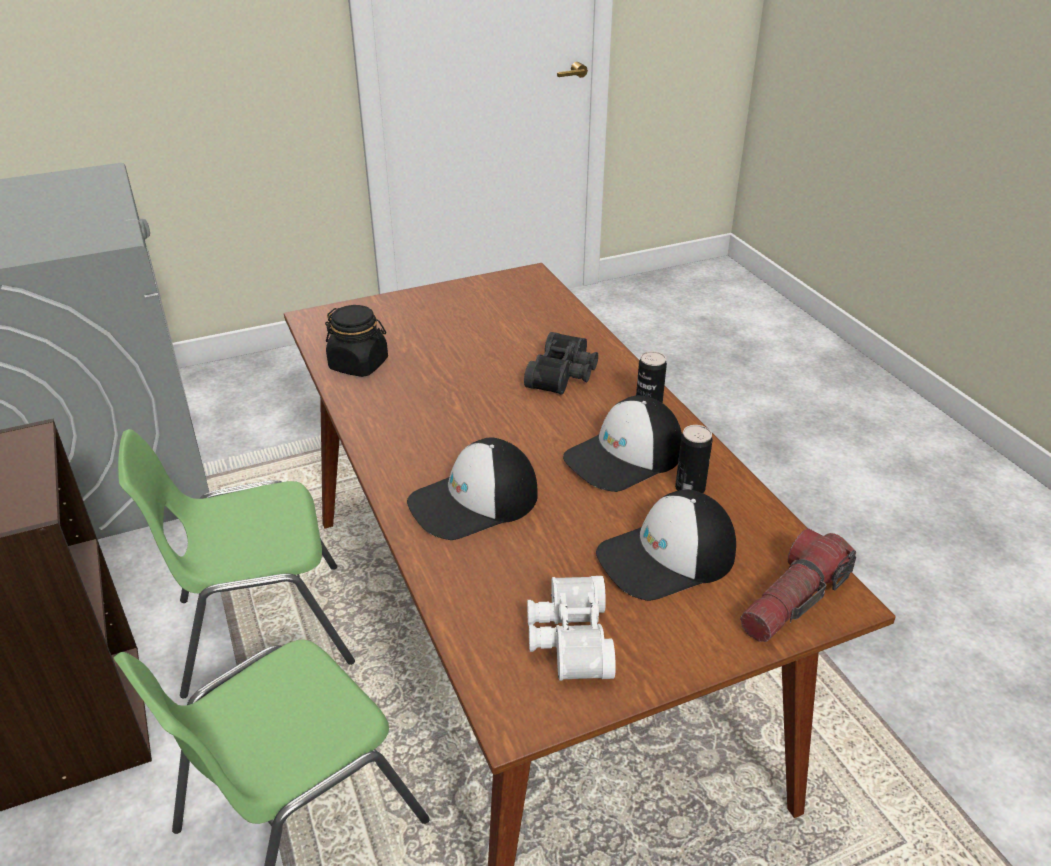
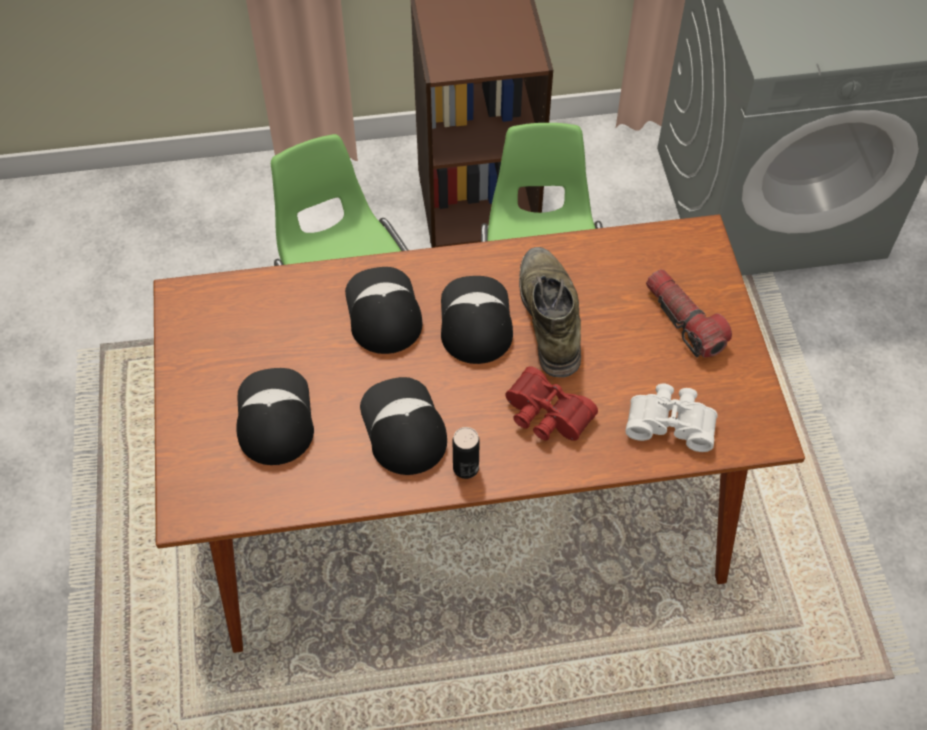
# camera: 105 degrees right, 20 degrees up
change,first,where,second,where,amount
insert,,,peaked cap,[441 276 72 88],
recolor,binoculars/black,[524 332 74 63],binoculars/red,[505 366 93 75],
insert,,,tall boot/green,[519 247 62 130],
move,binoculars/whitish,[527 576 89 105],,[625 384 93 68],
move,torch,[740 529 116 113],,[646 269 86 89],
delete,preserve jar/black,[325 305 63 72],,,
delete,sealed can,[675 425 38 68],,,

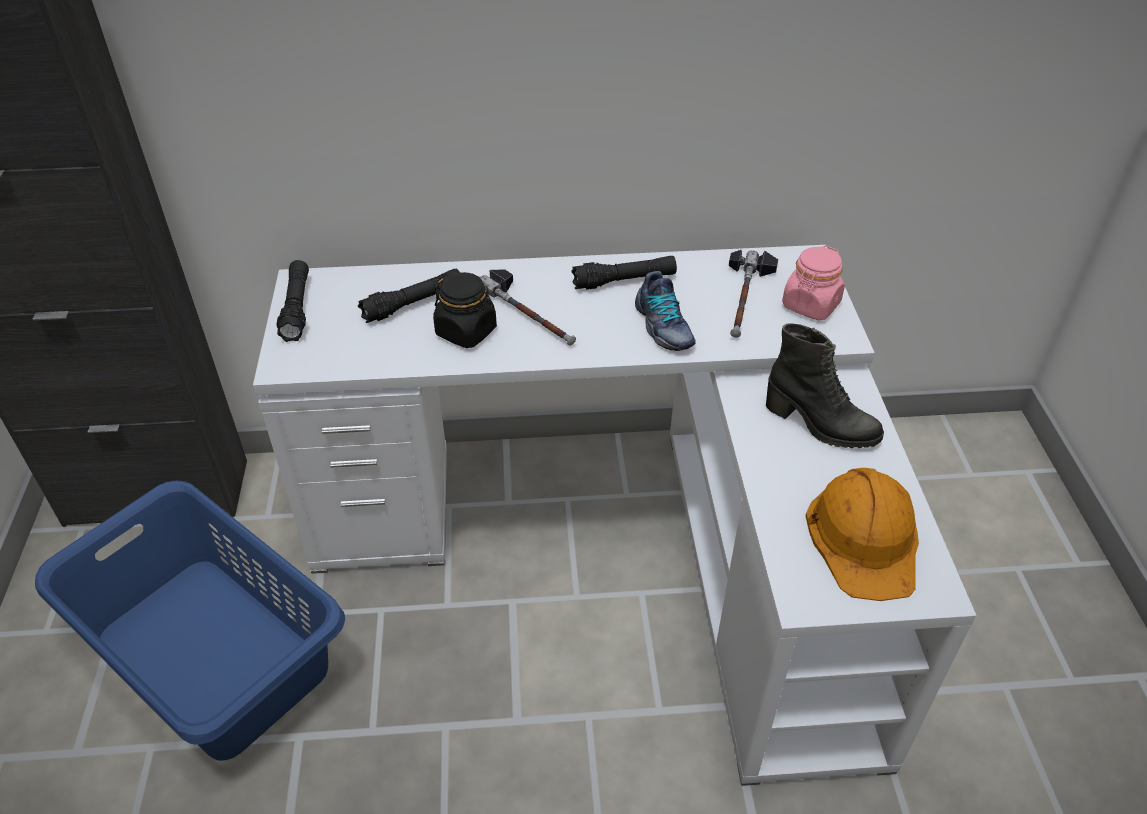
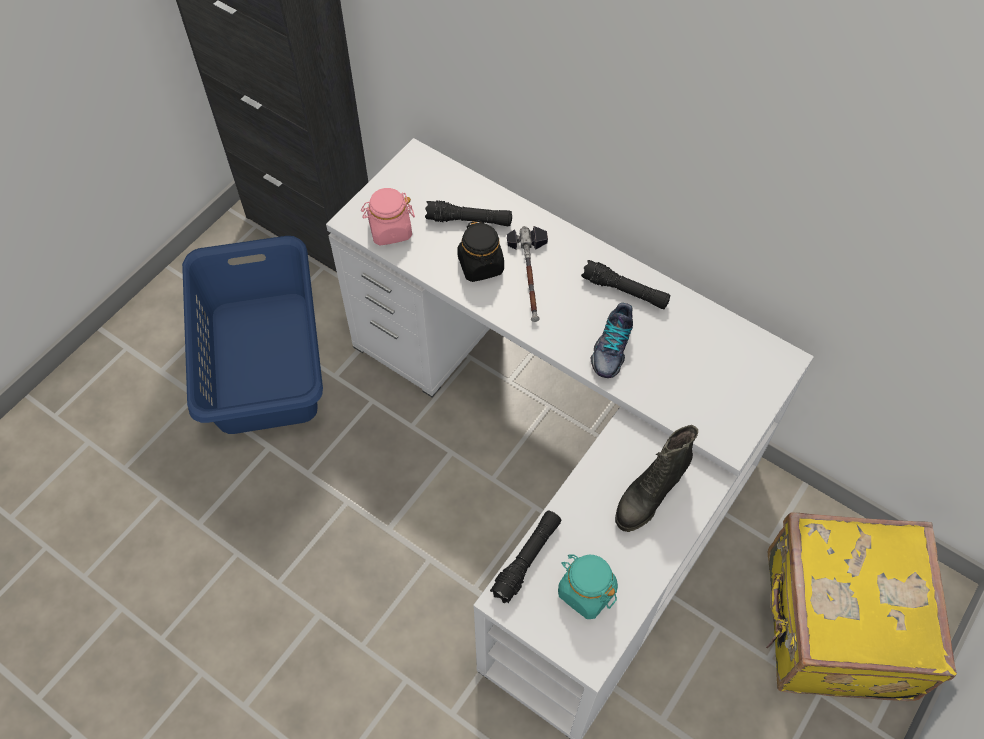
# camera: 40 degrees right, 15 degrees up
change,first,where,second,where,amount
move,preserve jar/pink-coloured,[782 245 63 75],,[361 188 54 58],
move,torch/black,[276 260 33 82],,[490 510 71 93],
replace,work helmet/orange-coloured,[805 468 114 133],preserve jar/blue-green,[558 554 60 65],
rotate,tall boot/black,[766 323 118 125],,[615 425 83 107],60 degrees clockwise
insert,,,travel case/yellow,[766 513 191 188],
delete,tool hammer,[729 250 49 88],,,

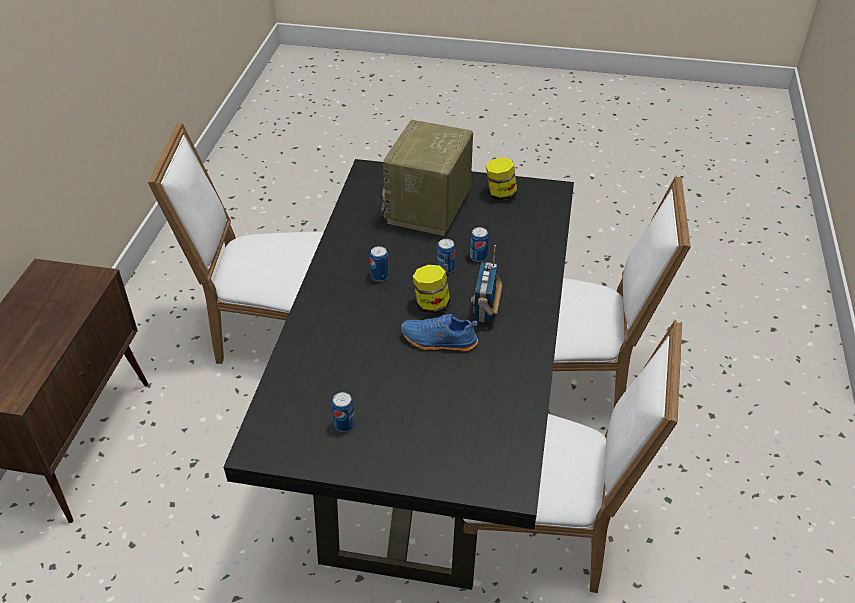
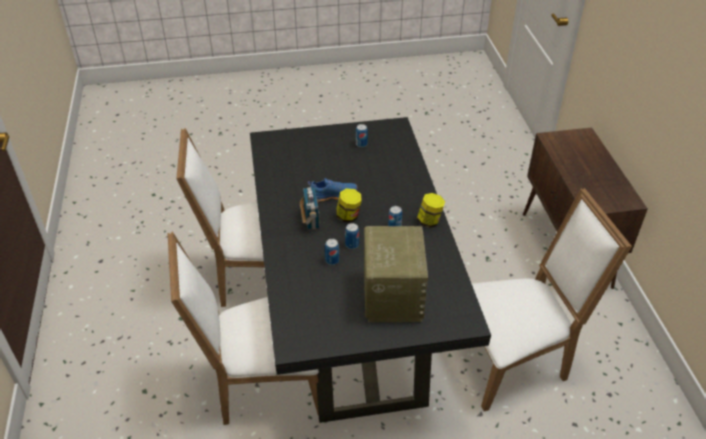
# camera: 160 degrees right, 0 degrees up
change,first,where,second,where,amount
move,preserve jar,[486 157 31 44],,[417 193 28 35],

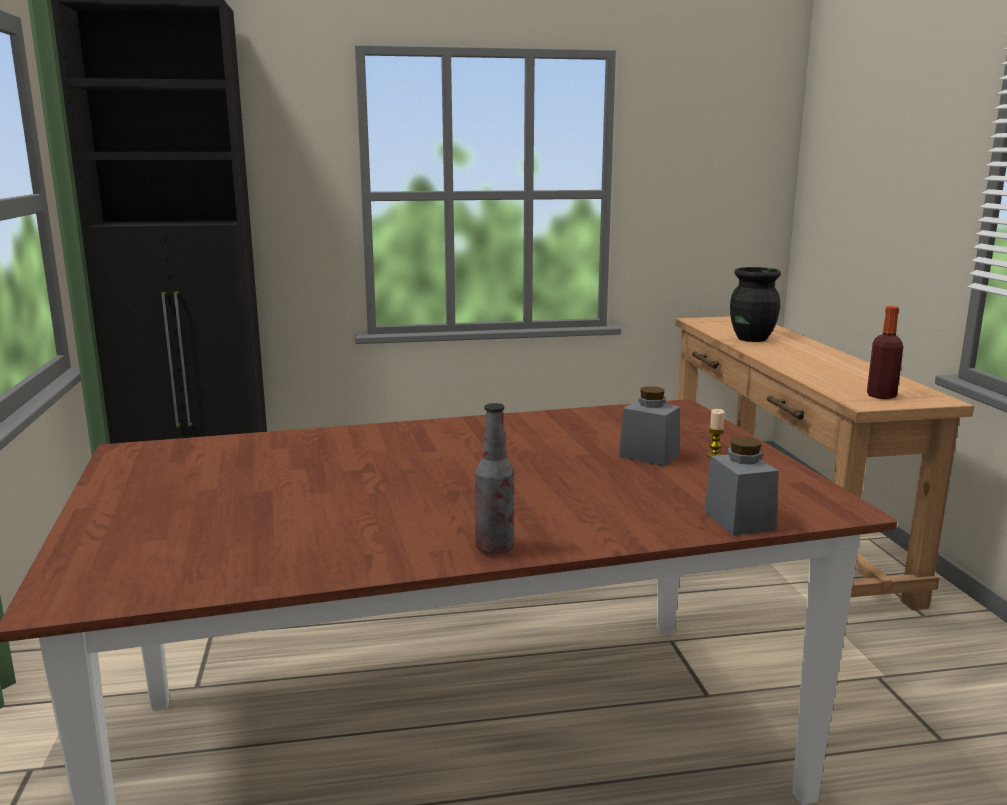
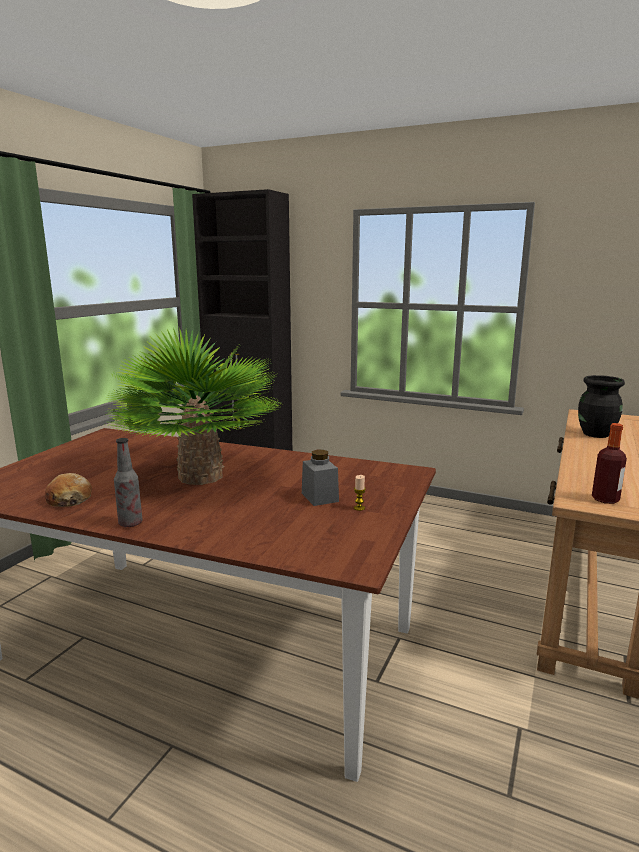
# camera: 35 degrees right, 0 degrees up
change,first,where,second,where,amount
insert,,,bakery bread,[45 473 47 34],
insert,,,plant in a pot,[107 327 176 158],
delete,preserve jar/greyish,[704 437 75 98],,,

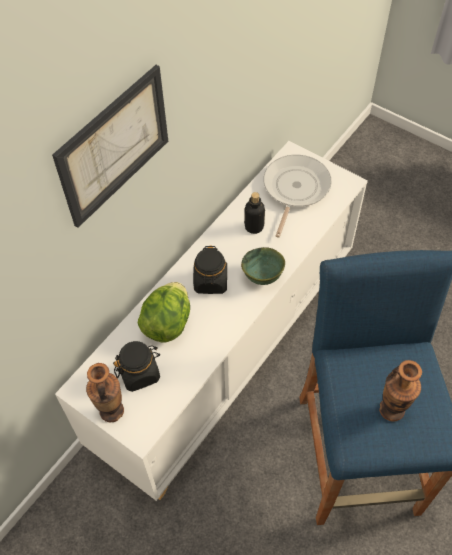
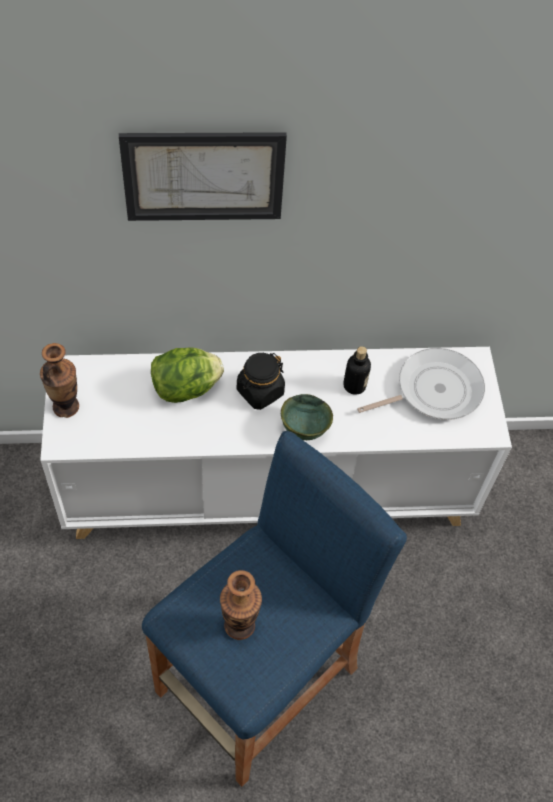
# camera: 45 degrees right, 0 degrees up
change,first,where,second,where,amount
delete,preserve jar/black,[113 341 47 51],,,

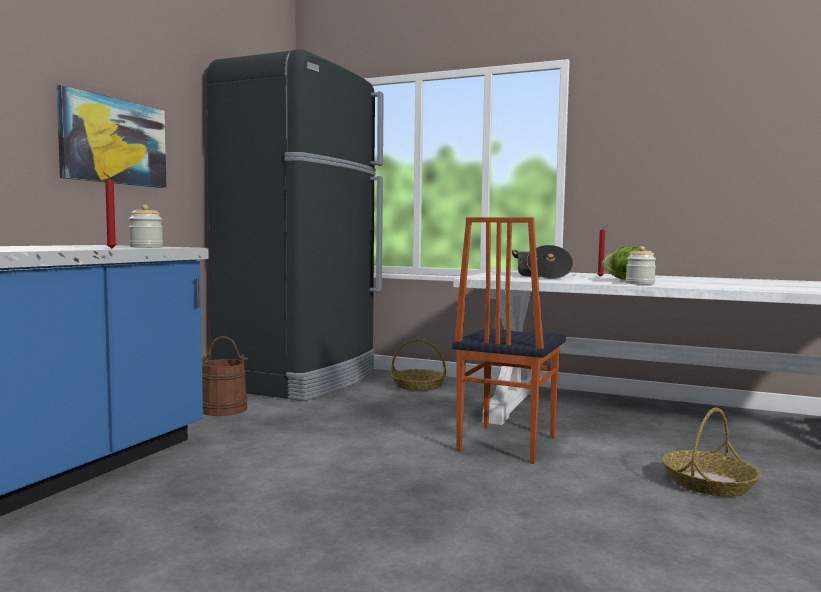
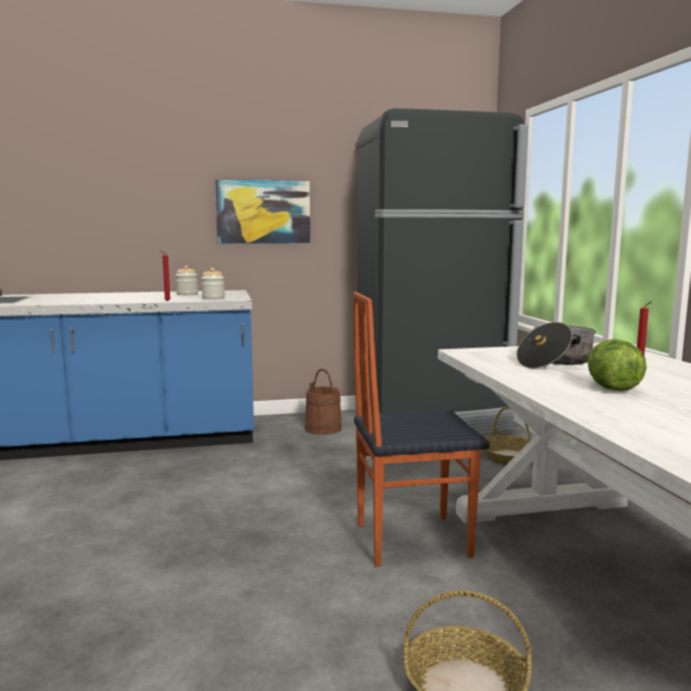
# camera: 55 degrees right, 5 degrees up
change,first,where,second,where,amount
move,preserve jar,[626 246 30 39],,[176 266 22 29],

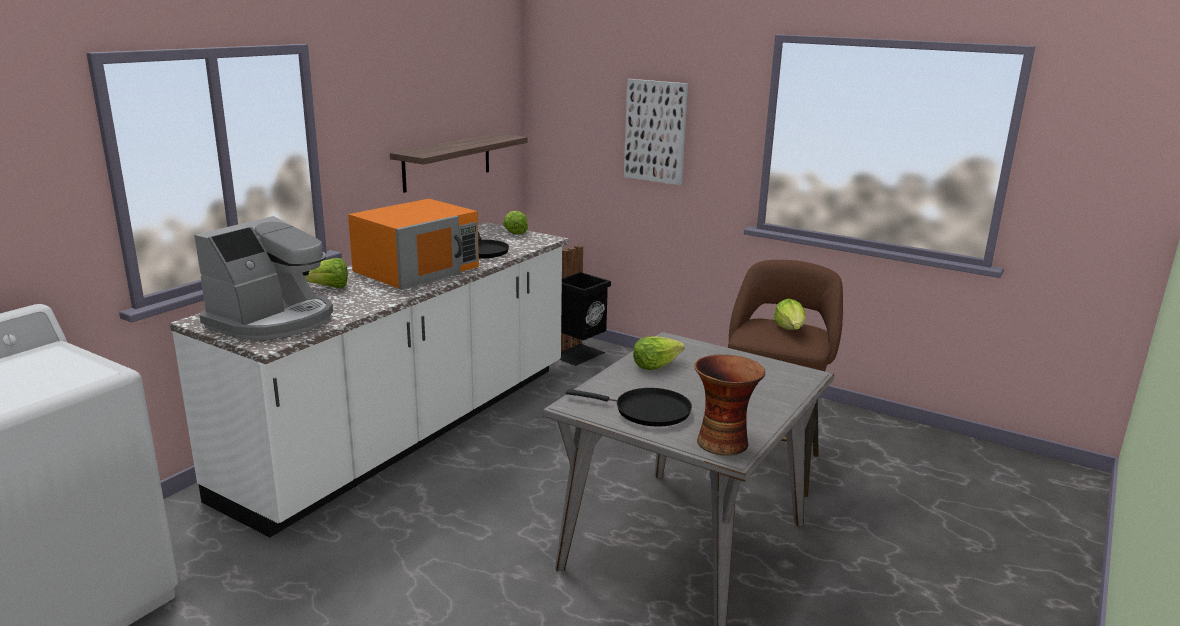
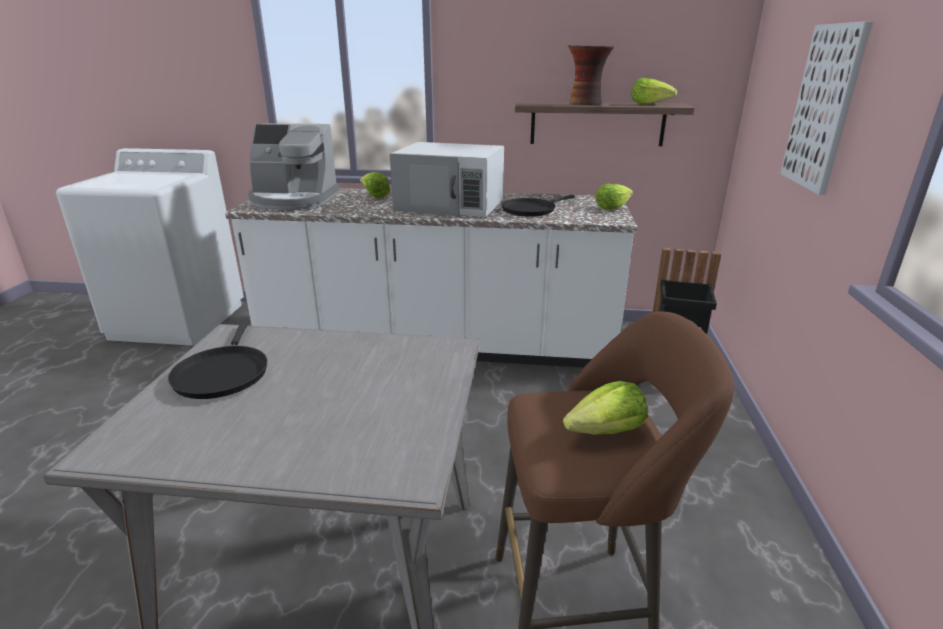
# camera: 65 degrees right, 5 degrees up
change,first,where,second,where,amount
recolor,microwave/orange-coloured,[348 199 131 91],microwave/whitish,[390 142 114 75],
move,decorative vase,[694 355 71 101],,[568 45 46 60],
move,lettuce,[633 336 52 34],,[631 78 46 26],

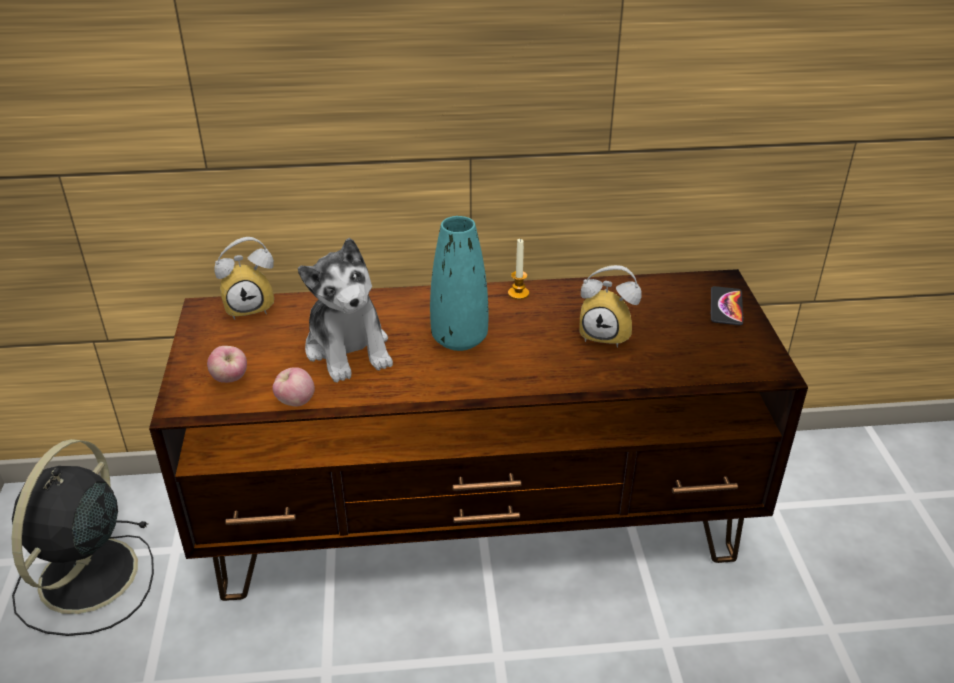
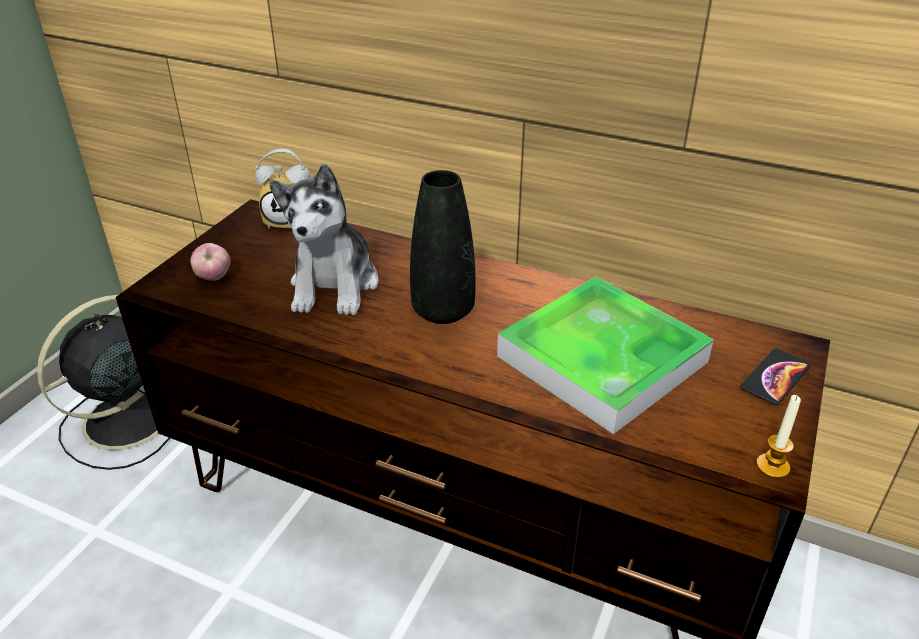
# camera: 30 degrees right, 0 degrees up
change,first,where,second,where,amount
recolor,decorative vase/blue-green,[430 216 58 135],decorative vase/black,[410 170 66 154],
replace,table clock,[580 265 62 83],tray,[497 277 217 157],
move,wax light,[508 238 21 62],,[756 395 45 84],
delete,apple fruit,[273 367 42 39],,,

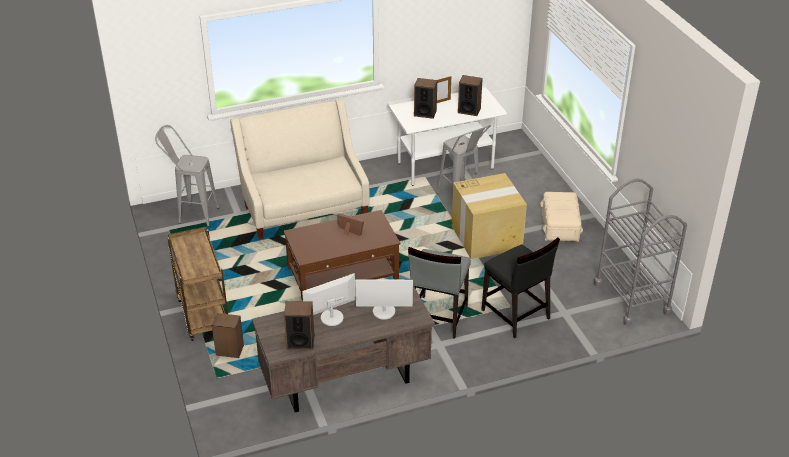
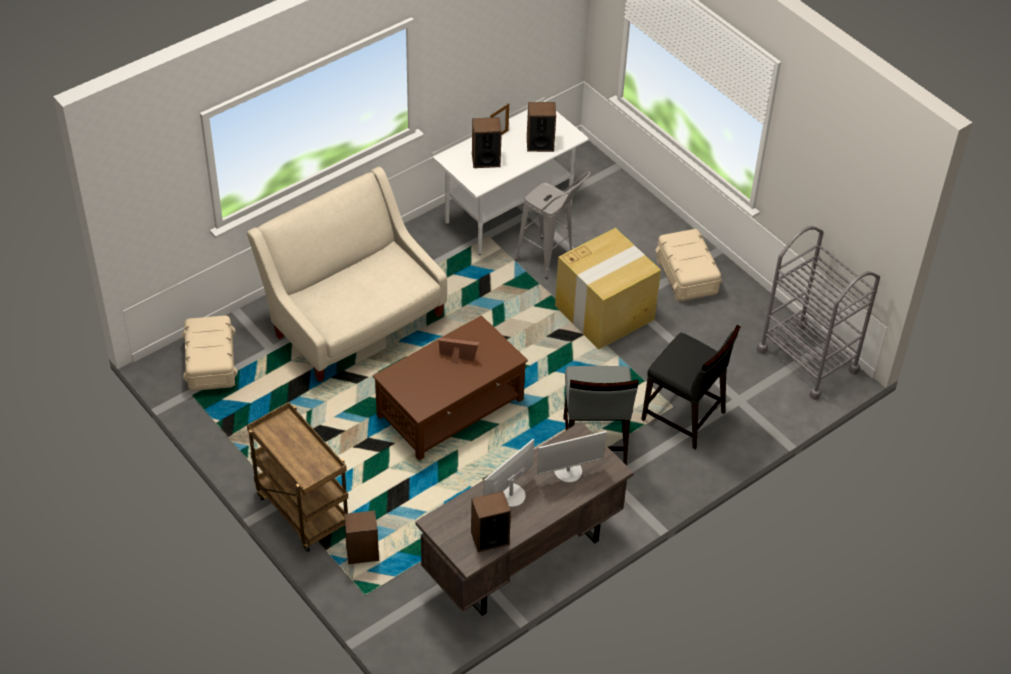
# camera: 20 degrees left, 10 degrees up
change,first,where,second,where,amount
replace,stool/greyish,[155 125 64 102],storage box/beige-coloured,[182 315 55 76],

